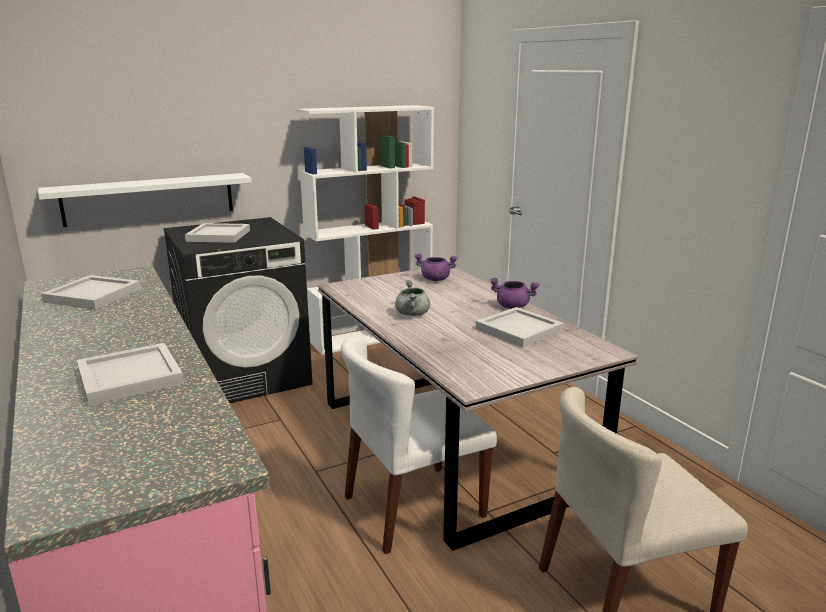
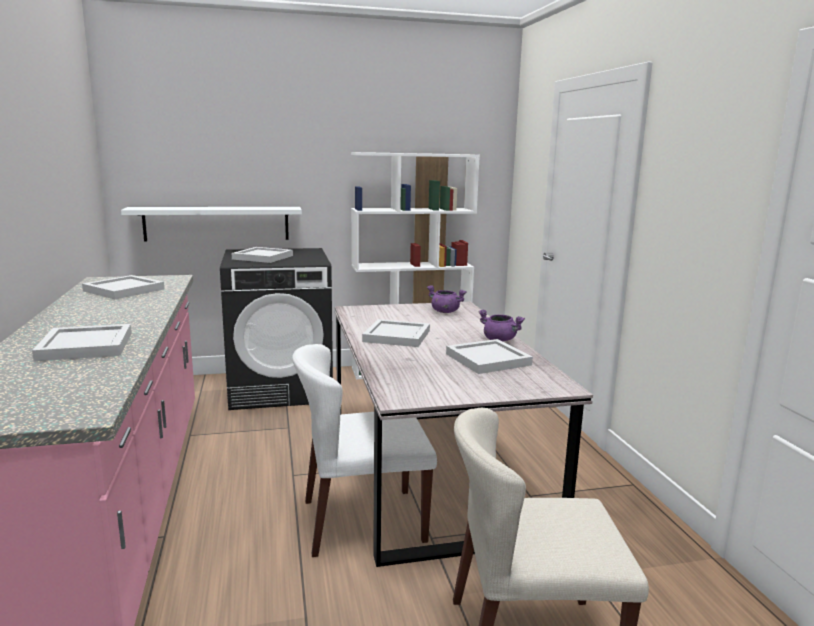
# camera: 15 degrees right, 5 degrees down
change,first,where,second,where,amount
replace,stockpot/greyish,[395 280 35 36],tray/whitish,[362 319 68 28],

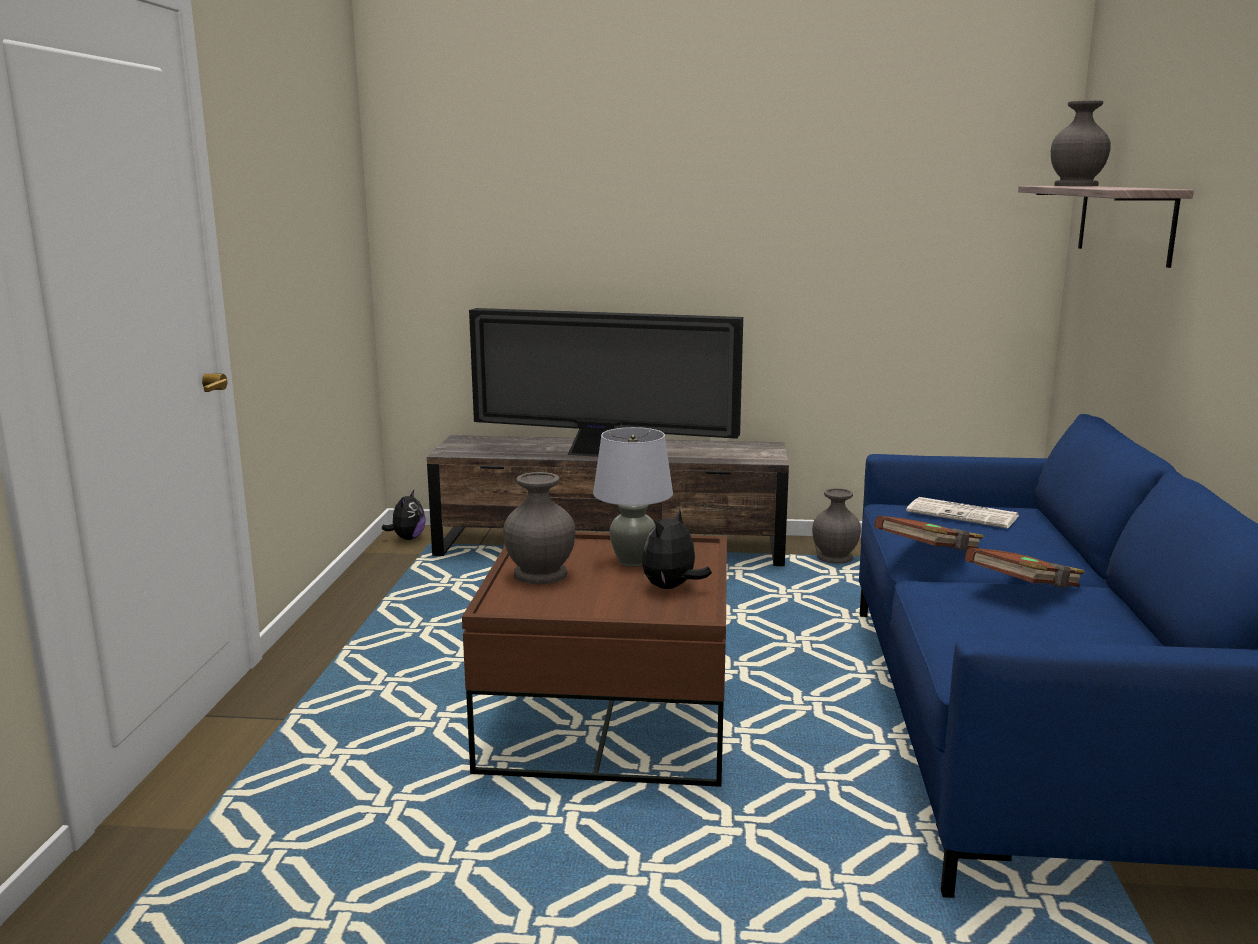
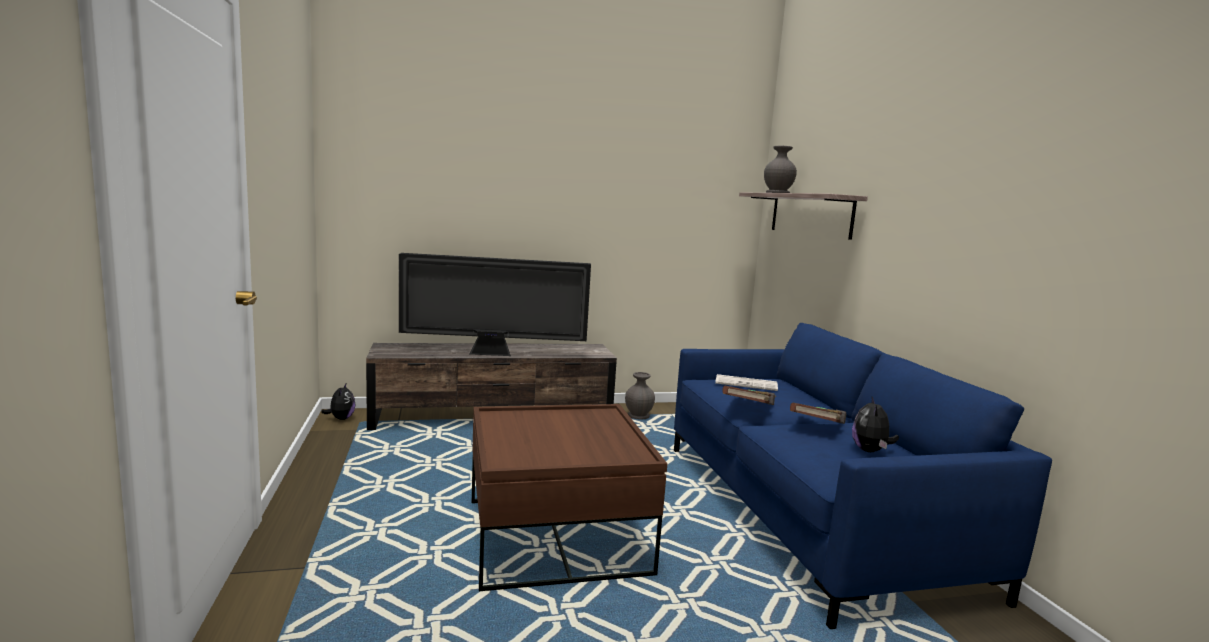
# camera: 20 degrees left, 5 degrees down
change,first,where,second,where,amount
move,plush toy,[642 509 70 80],,[852 397 47 55],
delete,decorative vase/greyish,[503 472 72 112],,,
delete,table lamp/greyish,[593 427 80 140],,,

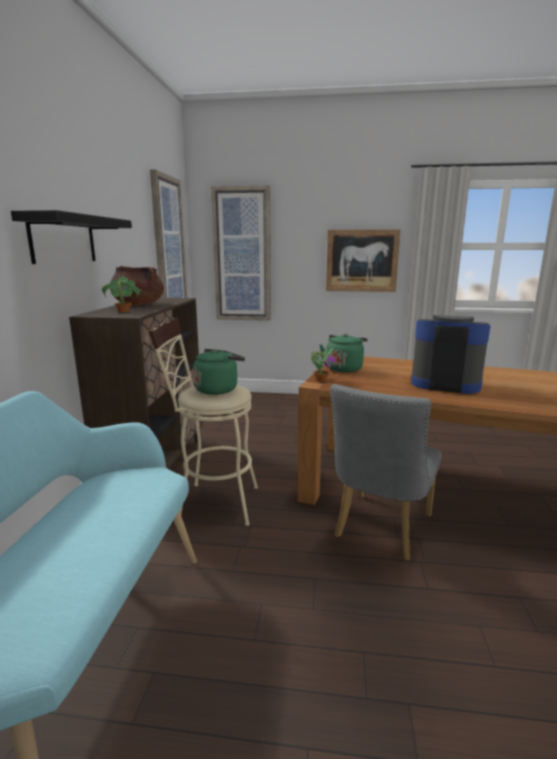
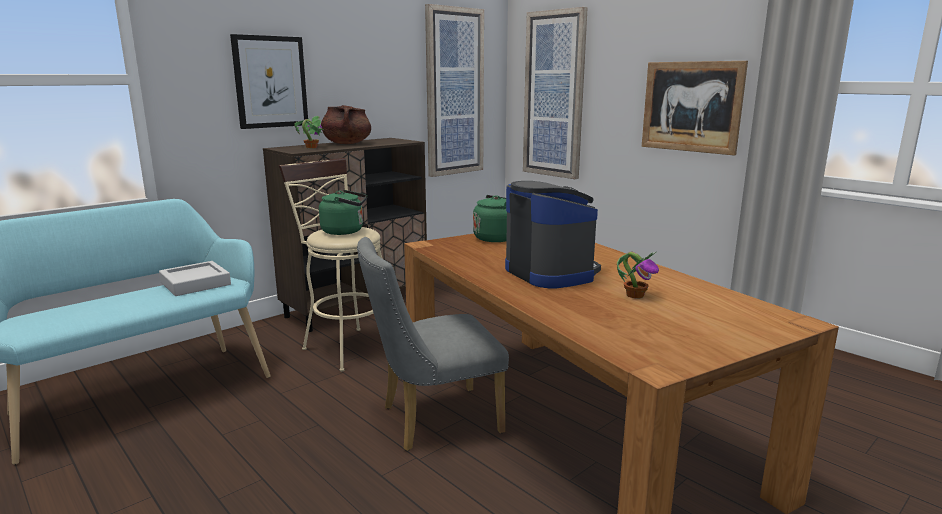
# camera: 40 degrees right, 0 degrees up
change,first,where,second,where,amount
insert,,,tray/greyish,[159 261 72 35],
replace,shelf/black,[11 210 121 54],picture,[230 34 78 95],
move,plant in a pot,[311 348 25 34],,[617 251 42 47],

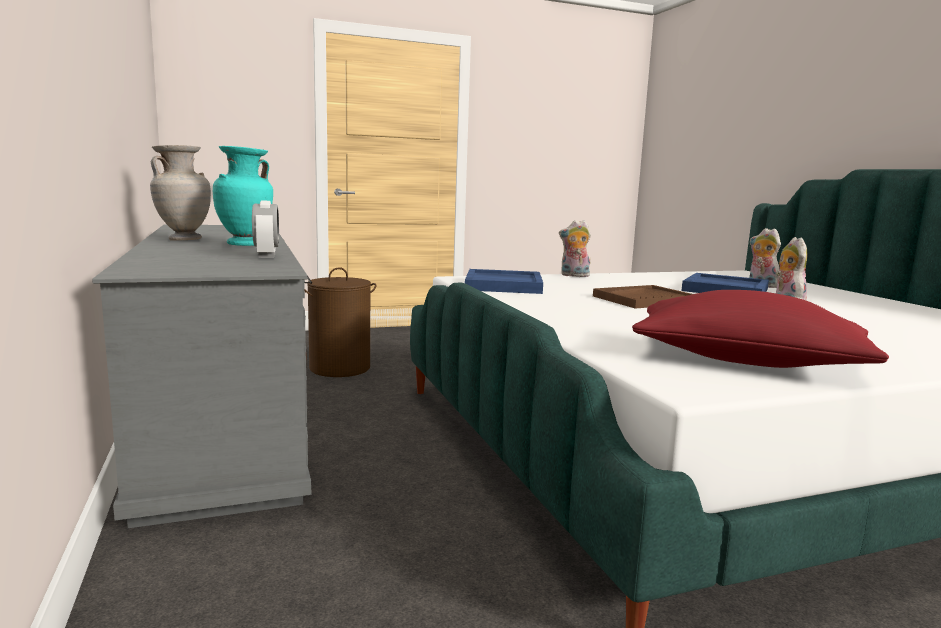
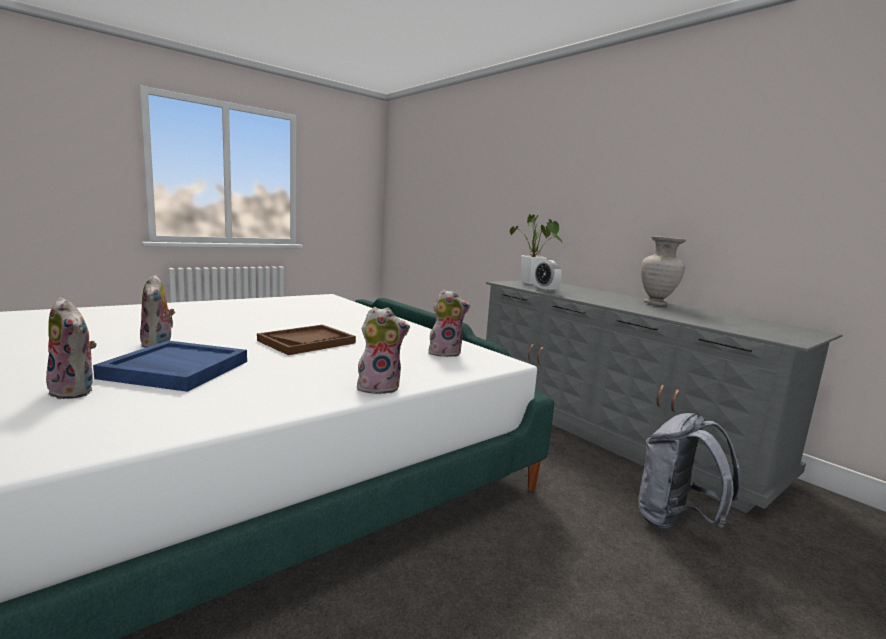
# camera: 160 degrees right, 0 degrees up
change,first,where,second,where,amount
replace,tray/bluish,[465 269 78 25],plush toy,[428 290 42 67],
insert,,,plant in a pot,[510 214 52 70],
replace,laundry basket/brownish,[305 267 71 110],knapsack/greyish,[639 413 102 117],
delete,decorative vase/blue-green,[213 146 60 100],,,
delete,throw pillow/red,[632 290 257 78],,,

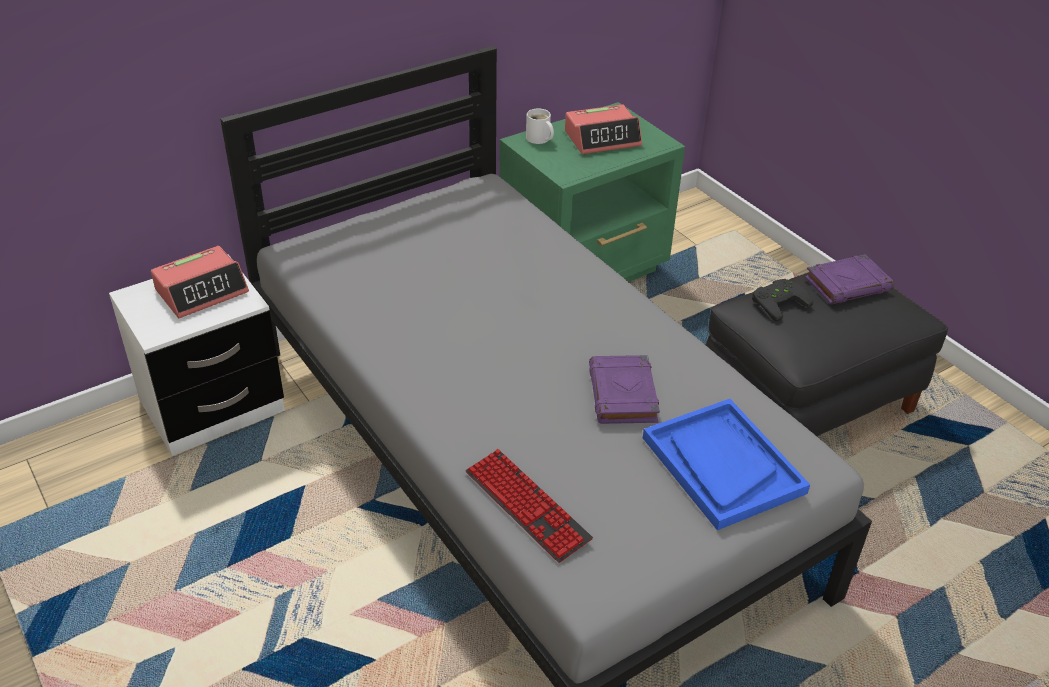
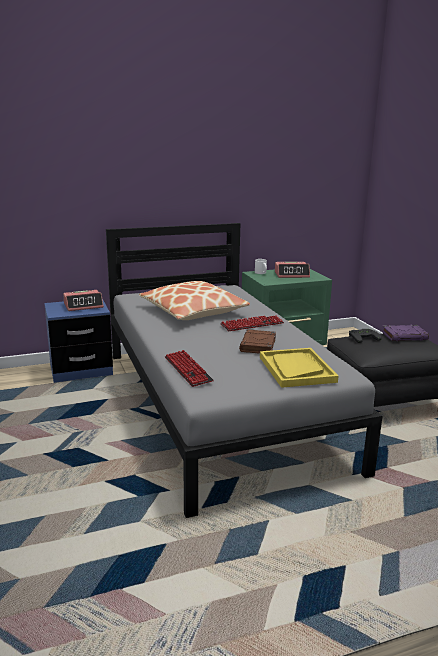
# camera: 15 degrees right, 20 degrees down
change,first,where,second,where,amount
recolor,night table/whitish,[109 254 176 202],night table/bluish,[44 300 69 83],
insert,,,throw pillow,[139 281 111 39],
insert,,,computer keyboard,[220 316 64 15],
recolor,book/purple,[589 355 71 69],book/brownish,[239 330 37 24],
recolor,tray/bluish,[643 399 167 131],tray/yellow,[260 348 78 40],

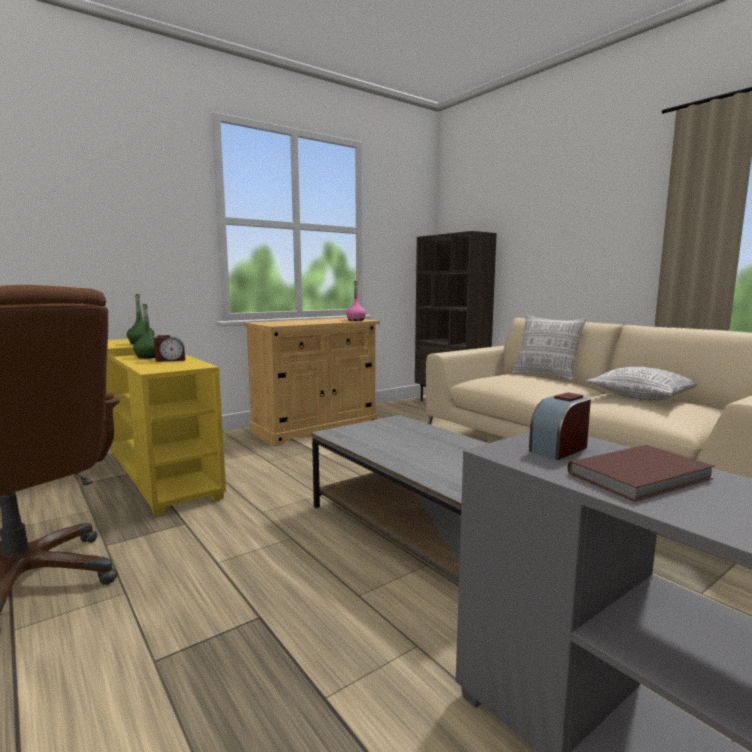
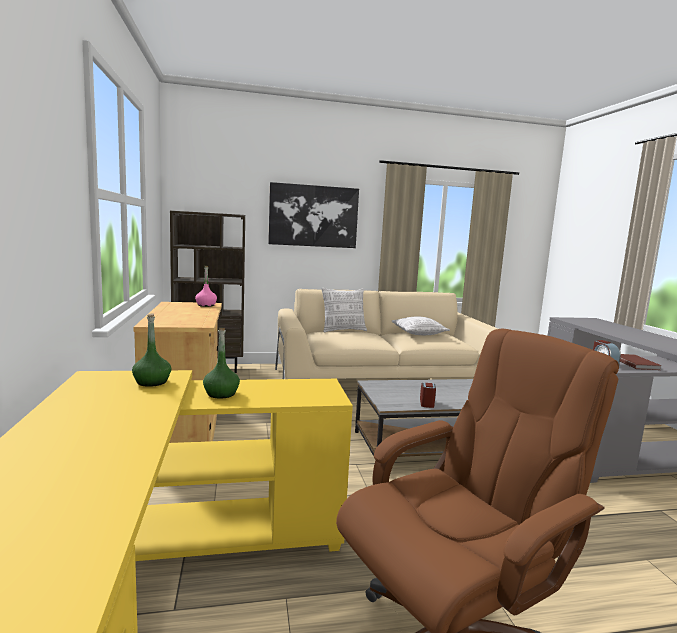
# camera: 65 degrees left, 0 degrees up
change,first,where,second,where,amount
insert,,,picture,[268 182 91 66],
move,table clock,[154 335 32 27],,[420 383 16 25],

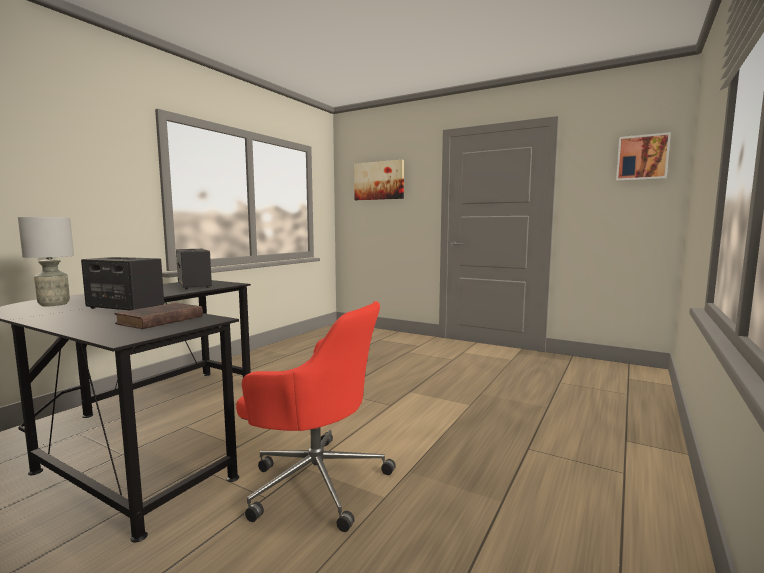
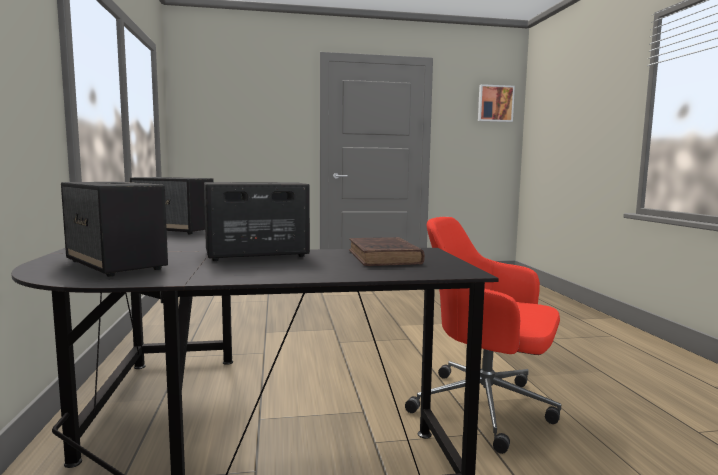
# camera: 40 degrees left, 0 degrees up
change,first,where,second,where,amount
replace,table lamp/greyish,[18 217 56 89],audio speaker,[61 182 107 95],
rotate,computer chair/red,[236 301 160 231],,[405 217 156 237],135 degrees counterclockwise
delete,picture,[354 160 50 40],,,

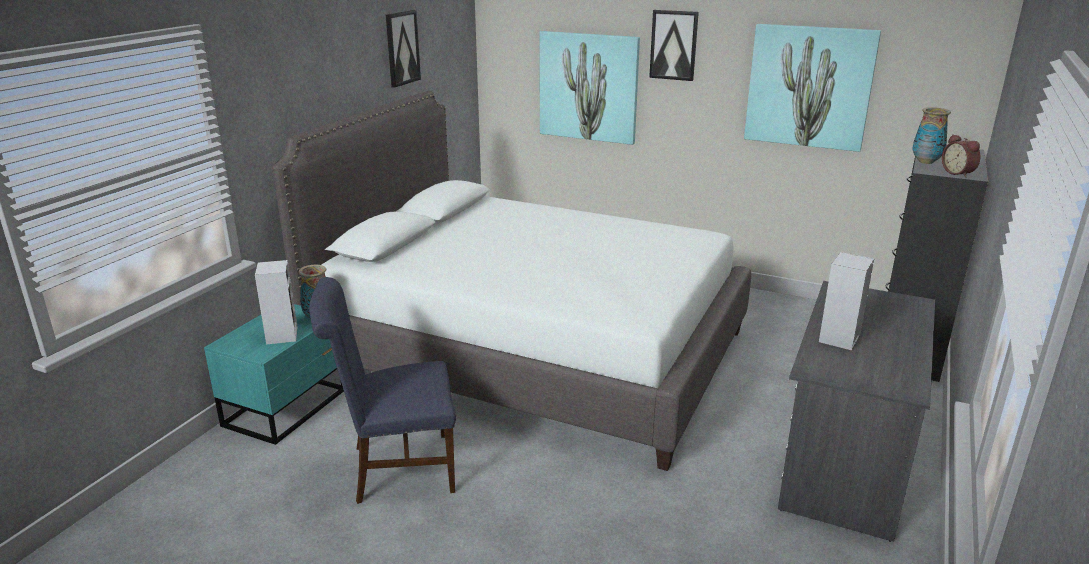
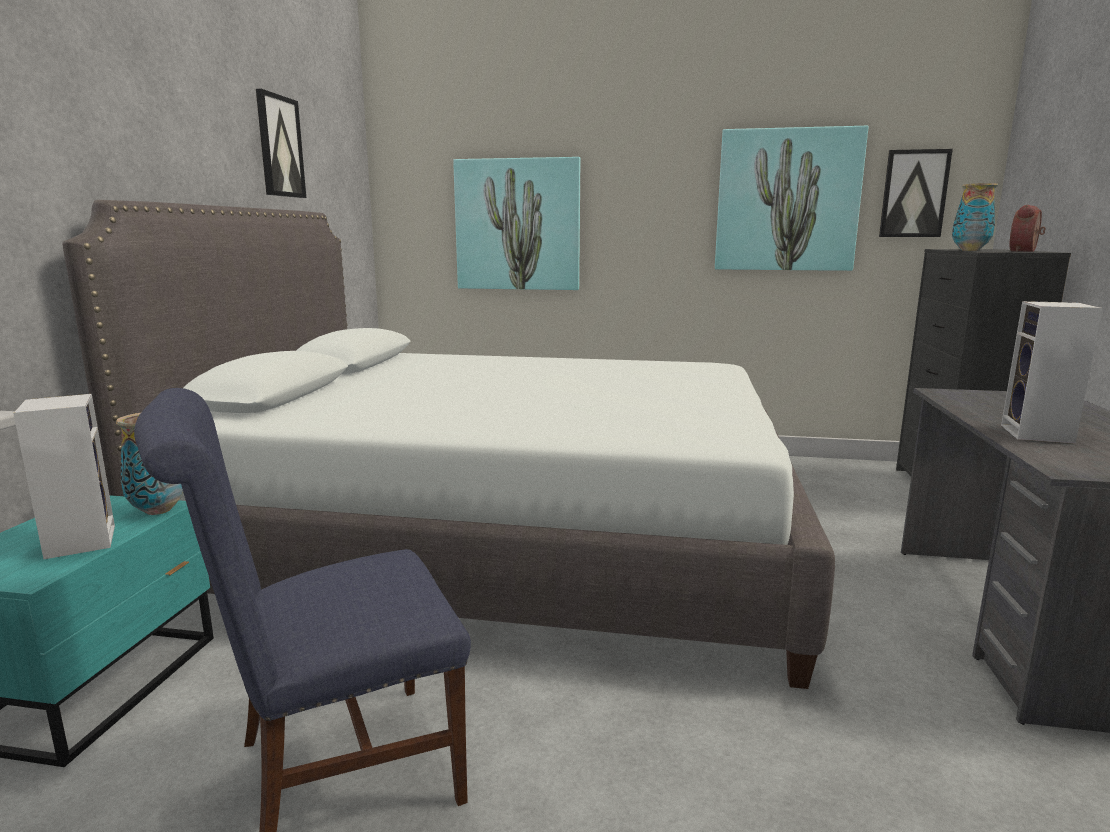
# camera: 15 degrees left, 10 degrees down
change,first,where,second,where,amount
move,picture,[649 10 50 71],,[879 149 74 88],
rotate,table clock,[942 134 39 44],,[1010 205 36 47],75 degrees clockwise

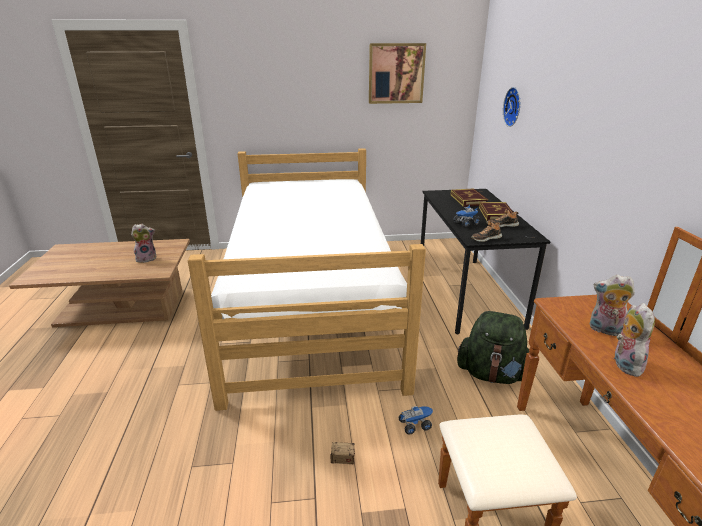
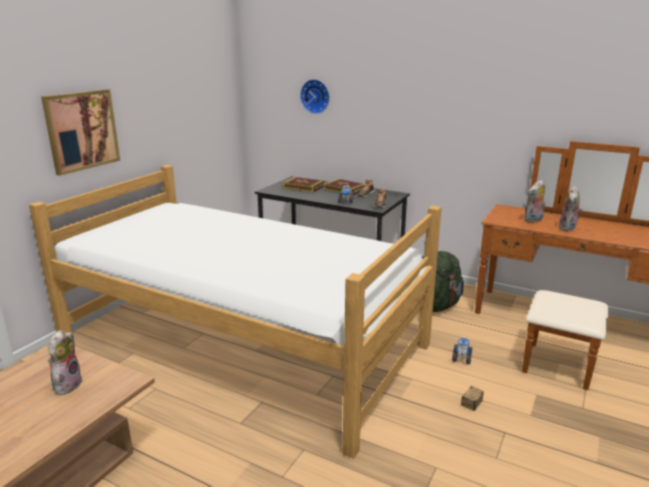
# camera: 55 degrees left, 5 degrees down
change,first,where,second,where,amount
move,picture,[369 43 57 61],,[41 89 79 87],
rotate,plush toy,[614 303 41 74],,[558 186 25 46],105 degrees counterclockwise

